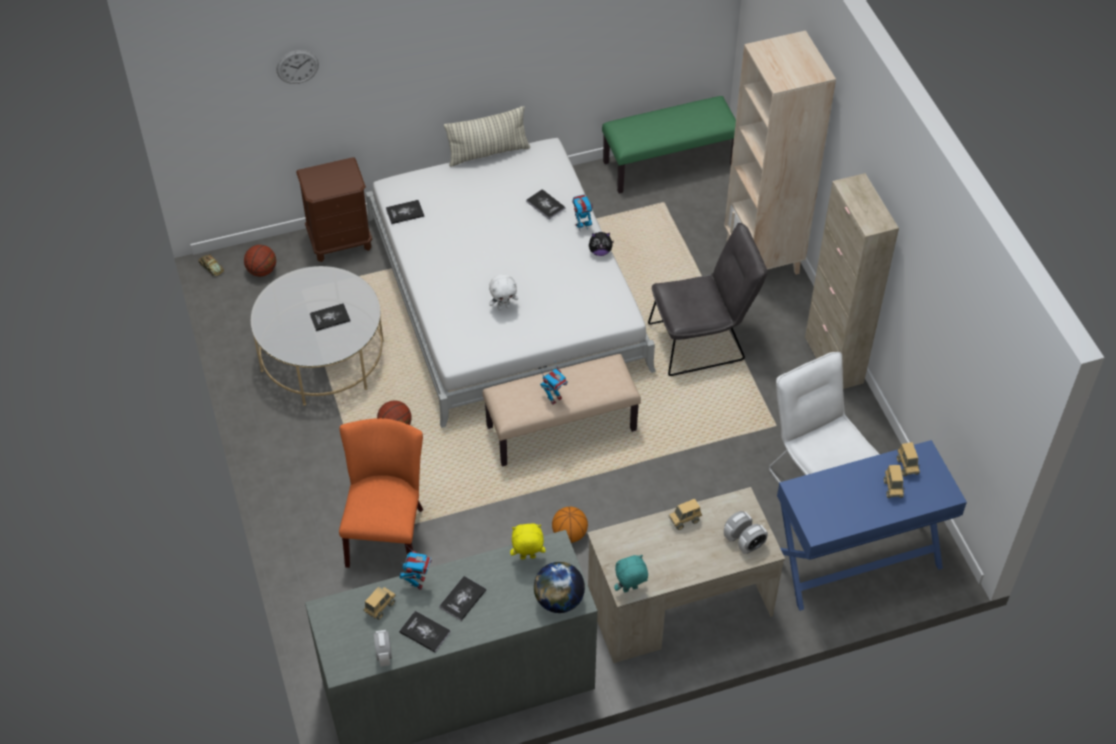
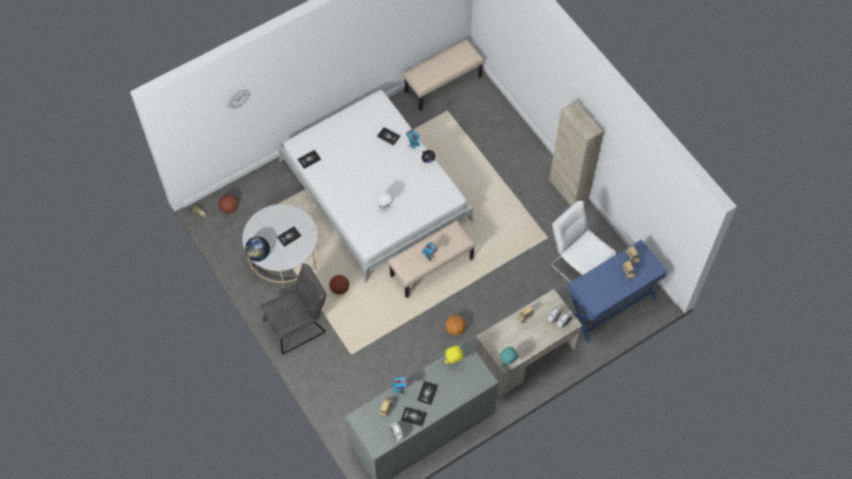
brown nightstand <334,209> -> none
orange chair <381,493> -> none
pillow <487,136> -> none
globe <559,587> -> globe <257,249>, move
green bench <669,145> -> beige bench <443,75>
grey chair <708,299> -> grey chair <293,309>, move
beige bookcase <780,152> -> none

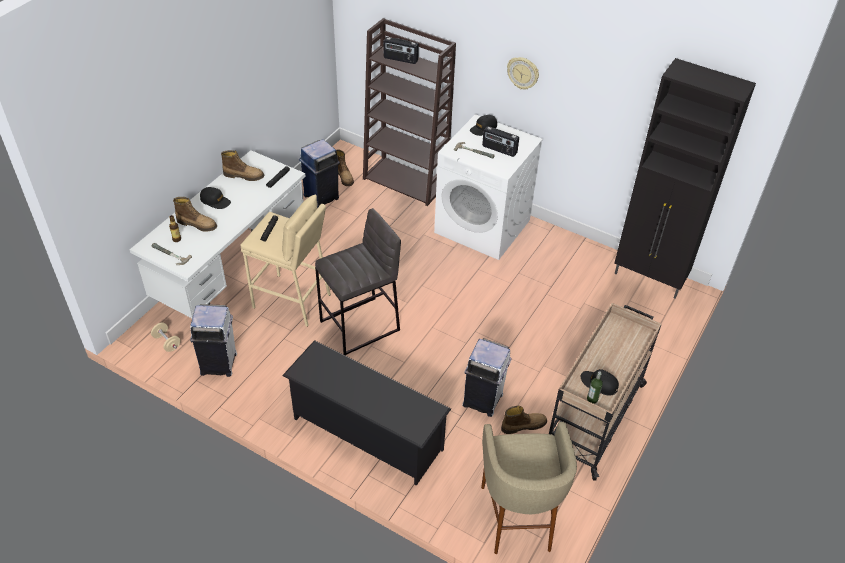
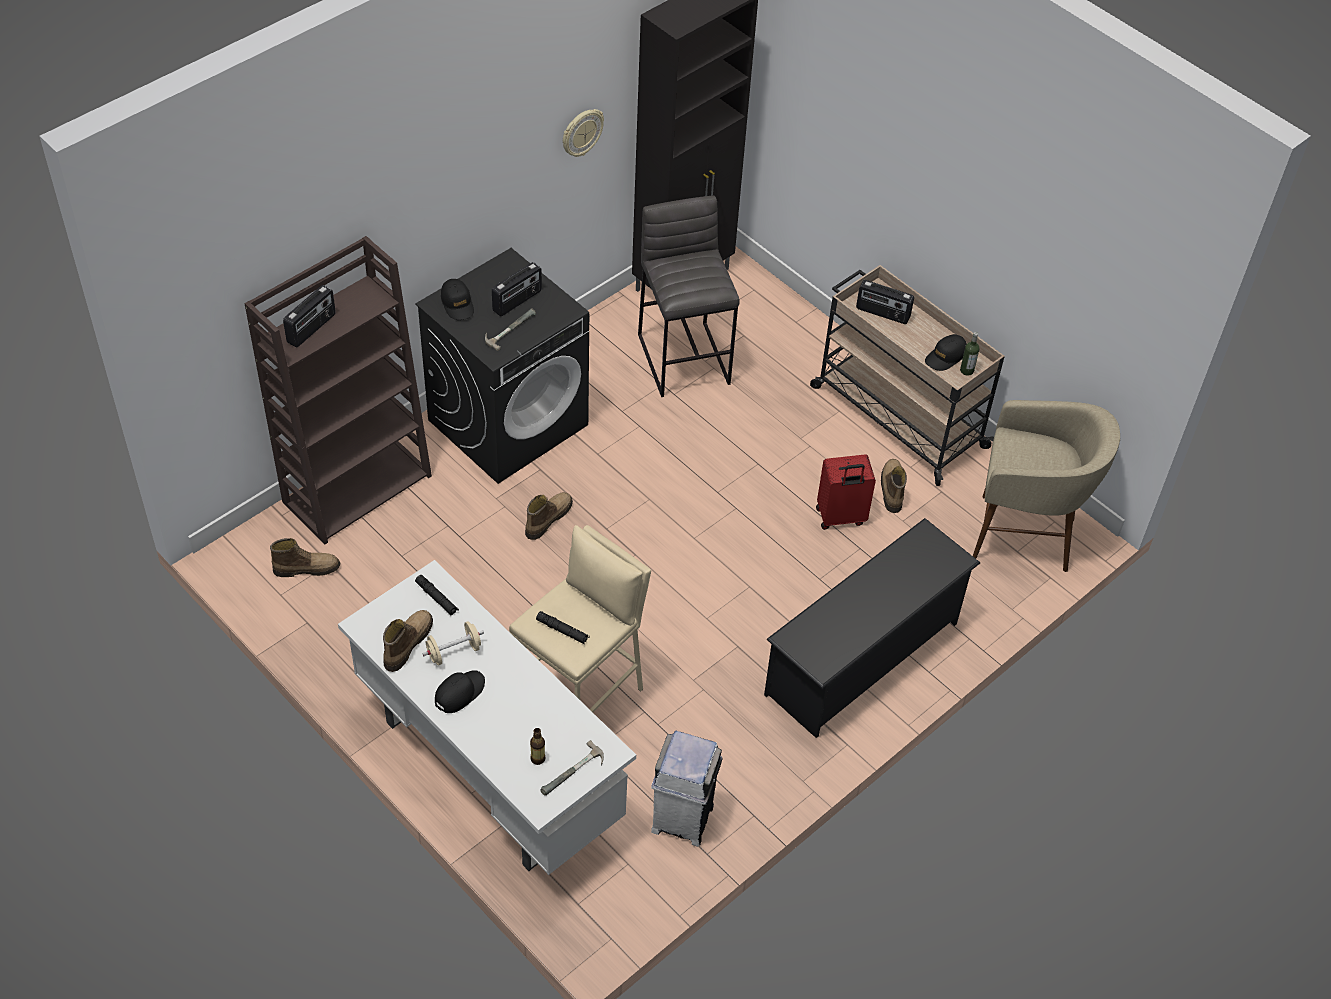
beige dumbbell <166,337> -> beige dumbbell <453,643>, move
boot <195,214> -> boot <549,516>, move
blue trash can <319,173> -> none
grey stool <358,281> -> grey stool <689,296>, move
white washing machine <488,187> -> black washing machine <502,366>
white trash can <487,377> -> red suitcase <846,492>
wall clock <523,73> -> wall clock <583,133>, move
none -> radio <885,302>

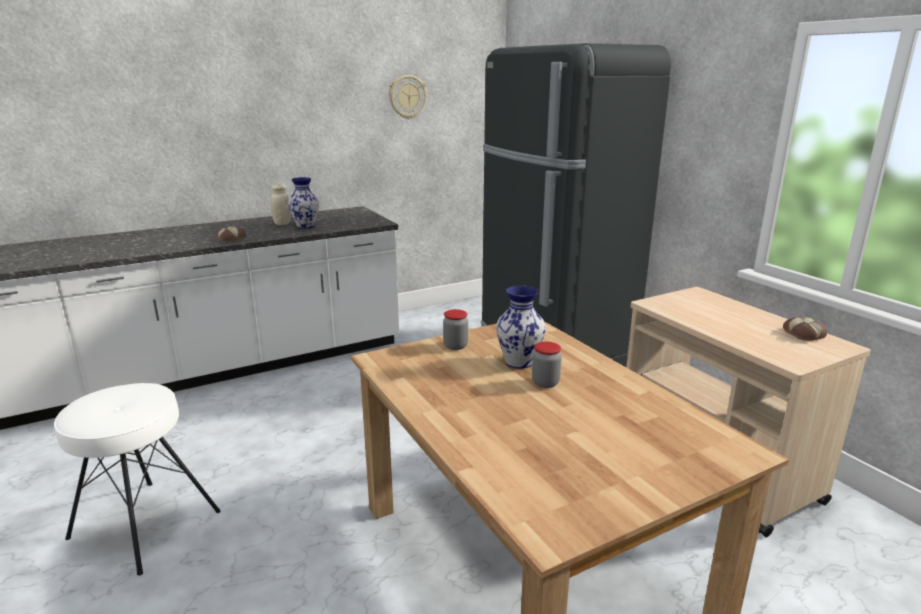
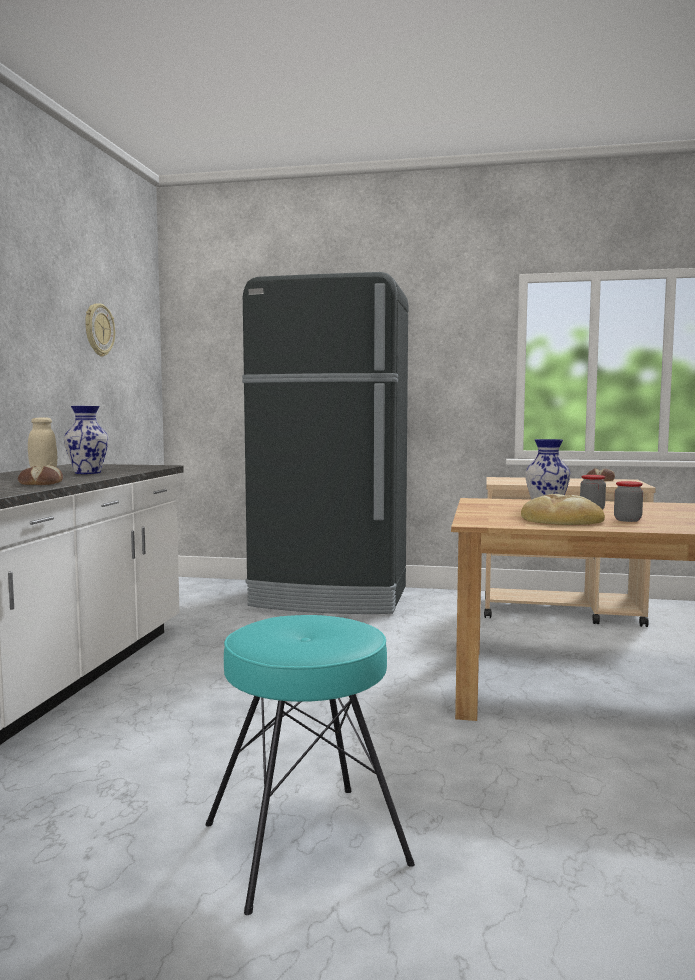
white stool <137,479> -> turquoise stool <310,765>
jar <455,329> -> jar <628,501>, move
none -> bread <563,509>

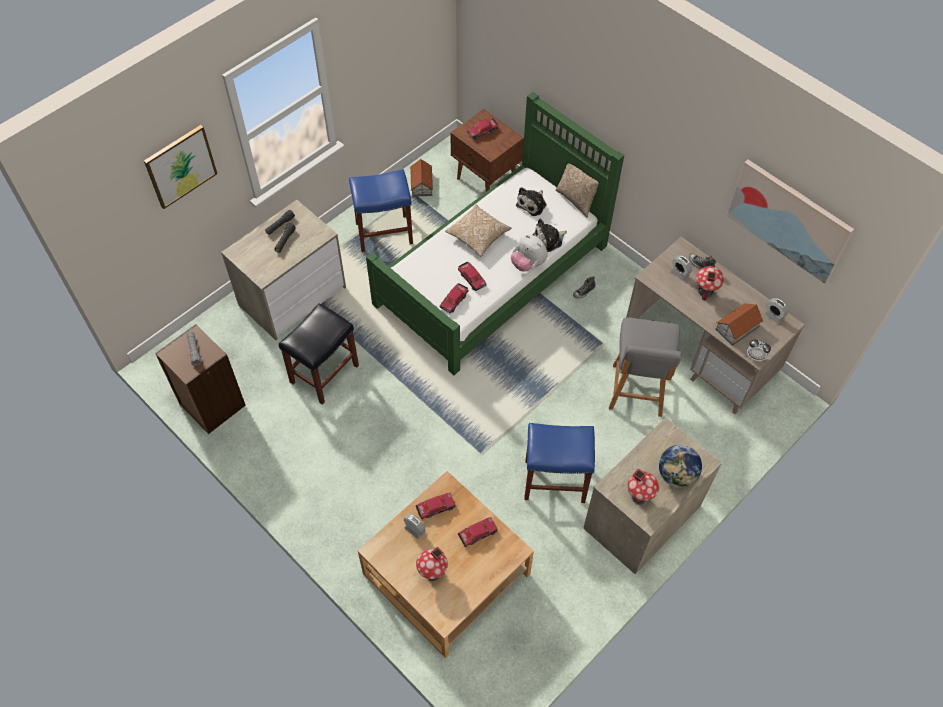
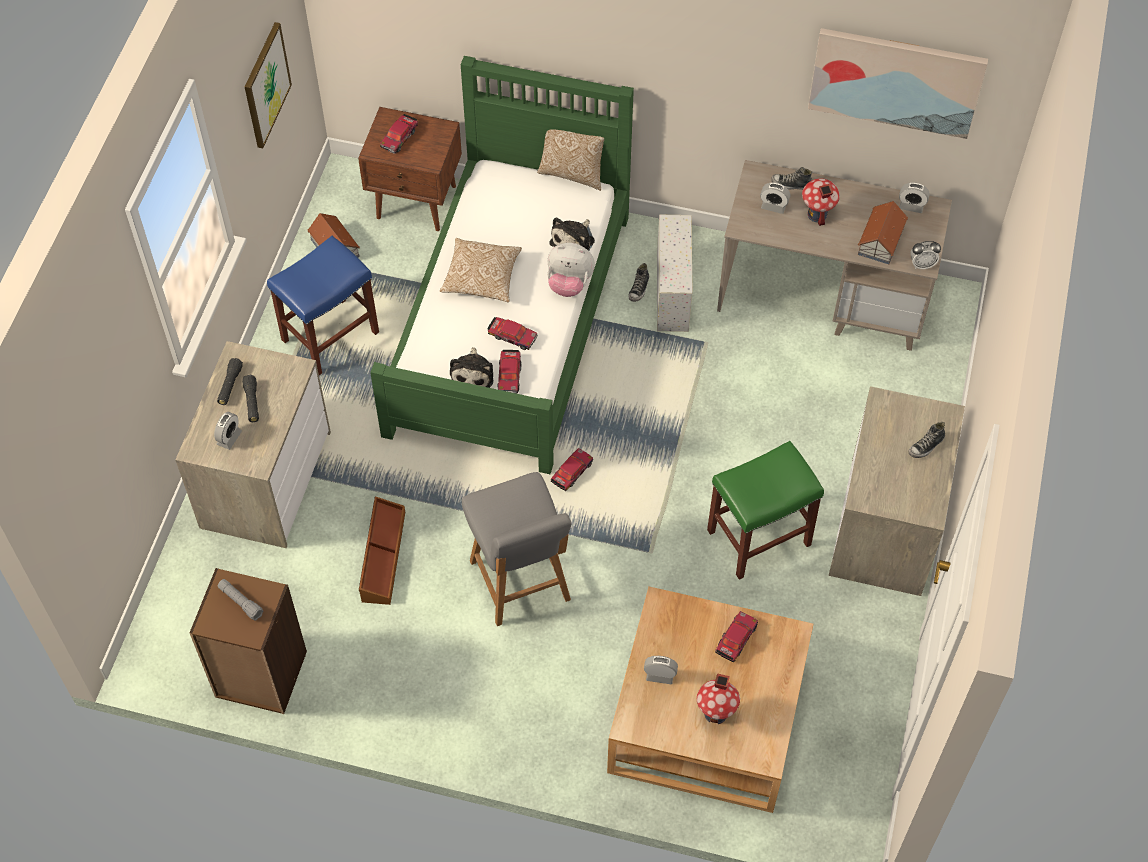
picture <180,167> -> picture <268,85>, move
black stool <319,354> -> brown storage box <382,550>
toy car <436,506> -> toy car <572,469>, move
plush toy <531,201> -> plush toy <471,367>, move
blue stool <560,463> -> green stool <765,510>
grey chair <645,367> -> grey chair <517,549>, move
toy house <643,486> -> none
globe <680,466> -> shoe <926,440>
none -> alarm clock <228,431>
none -> white storage box <674,273>

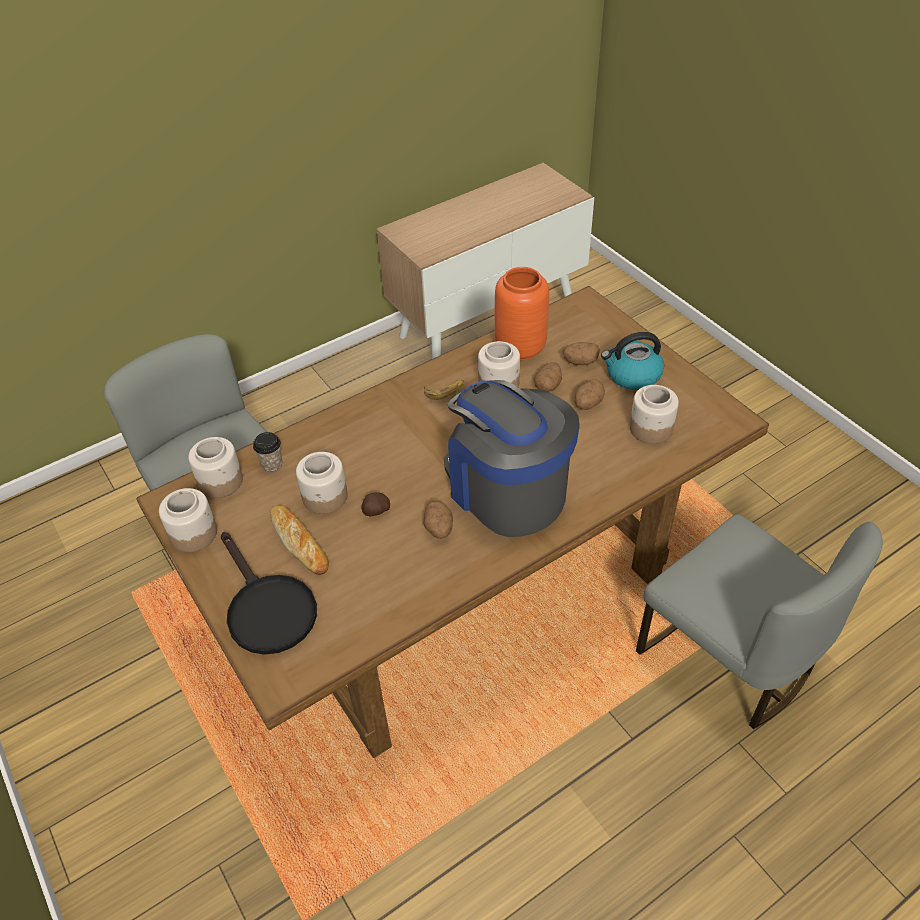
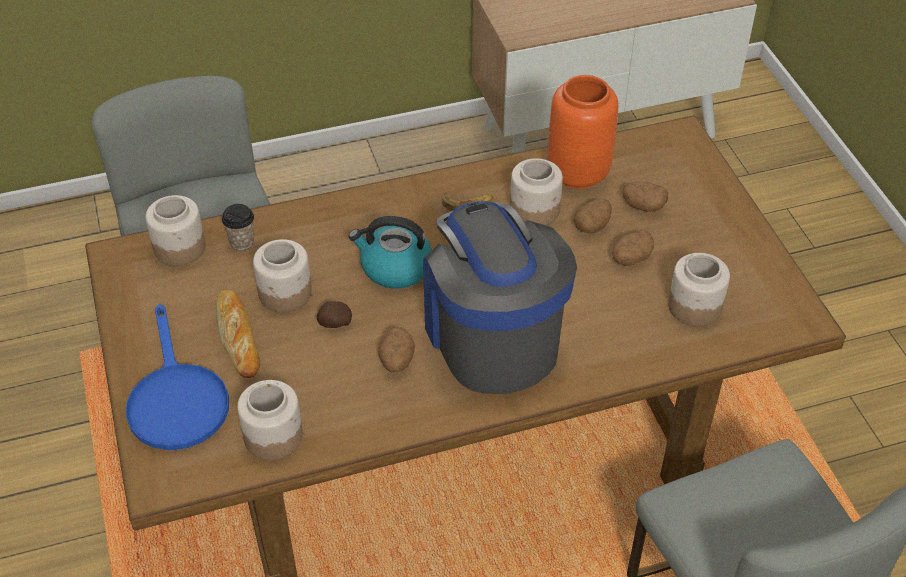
jar <188,520> -> jar <270,420>, move
black frying pan <269,593> -> blue frying pan <177,377>
kettle <632,361> -> kettle <390,252>, move

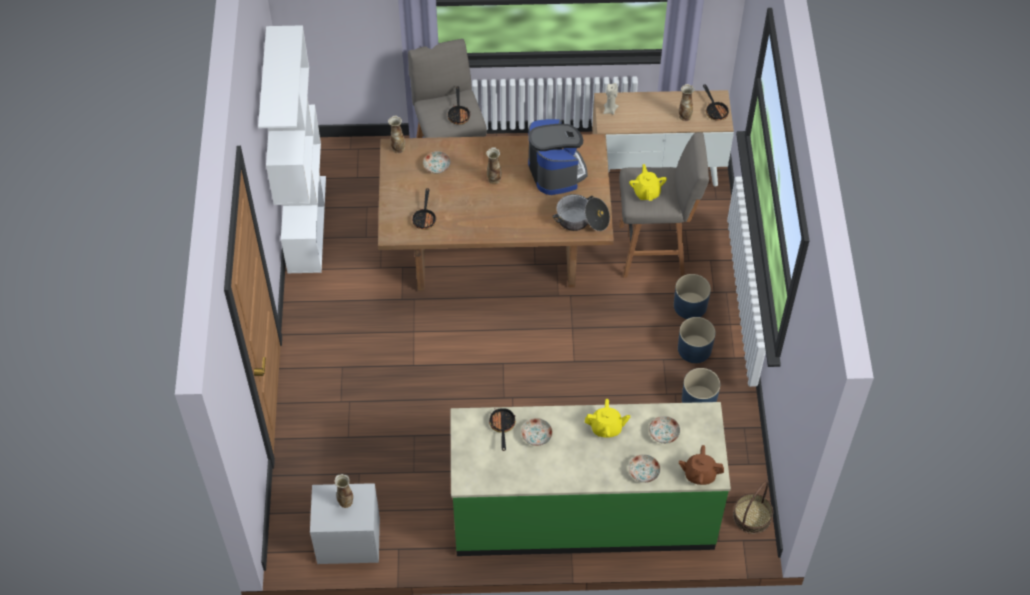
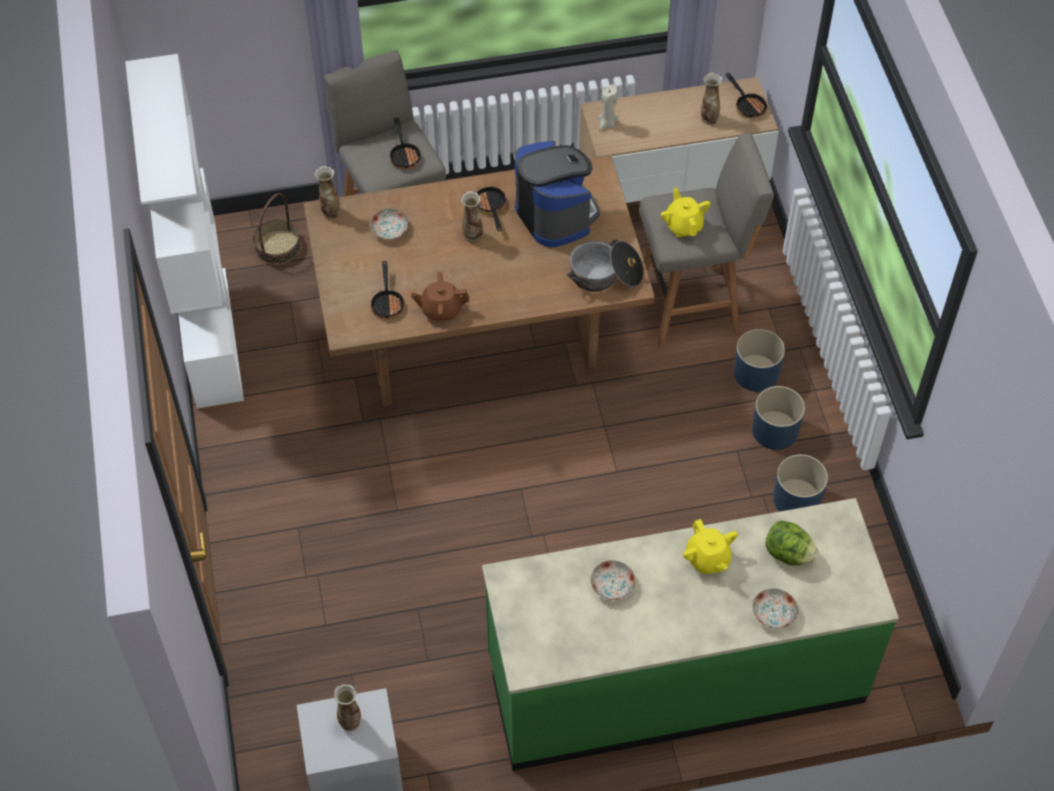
frying pan <502,429> -> frying pan <492,208>, move
yellow teapot <607,418> -> yellow teapot <710,546>, 75 degrees clockwise
plate <664,430> -> lettuce <792,543>
brown teapot <701,465> -> brown teapot <440,296>, move
basket <753,507> -> basket <277,229>, move

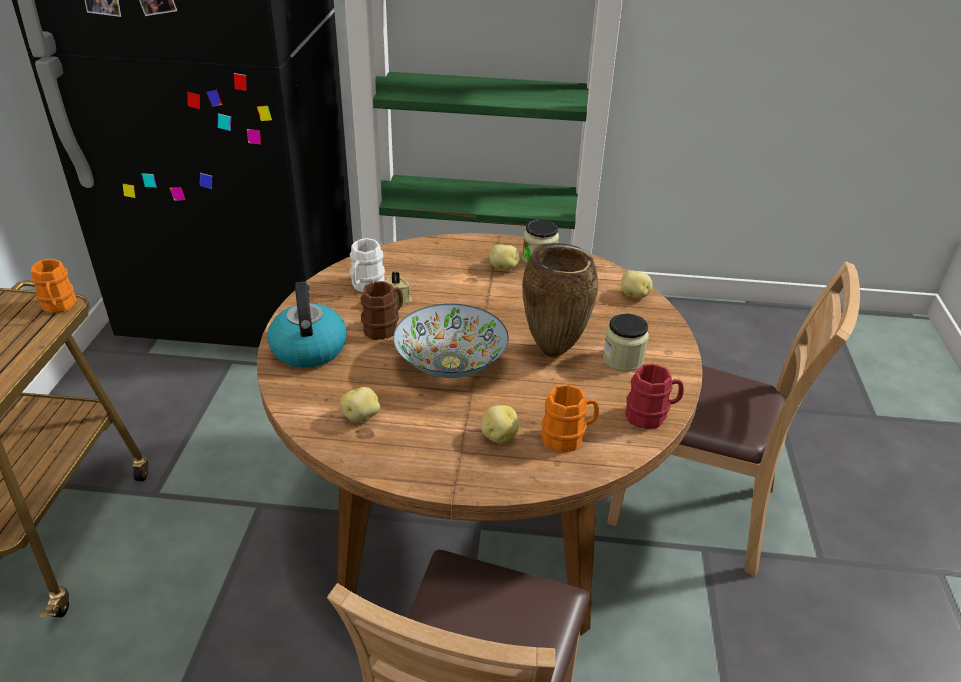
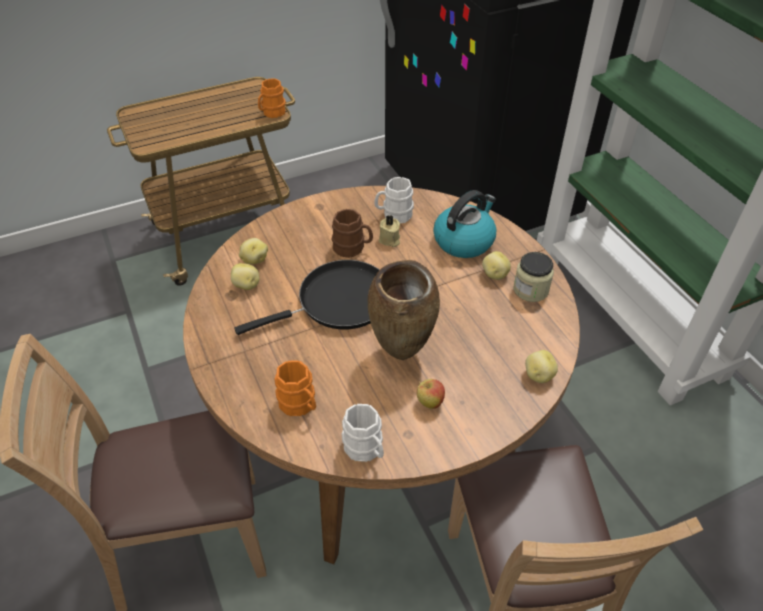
kettle <307,324> -> kettle <464,224>, move
bowl <451,341> -> black frying pan <307,297>
potato <500,424> -> potato <253,251>, move
jar <626,343> -> apple <431,394>
red mug <655,396> -> white mug <363,433>

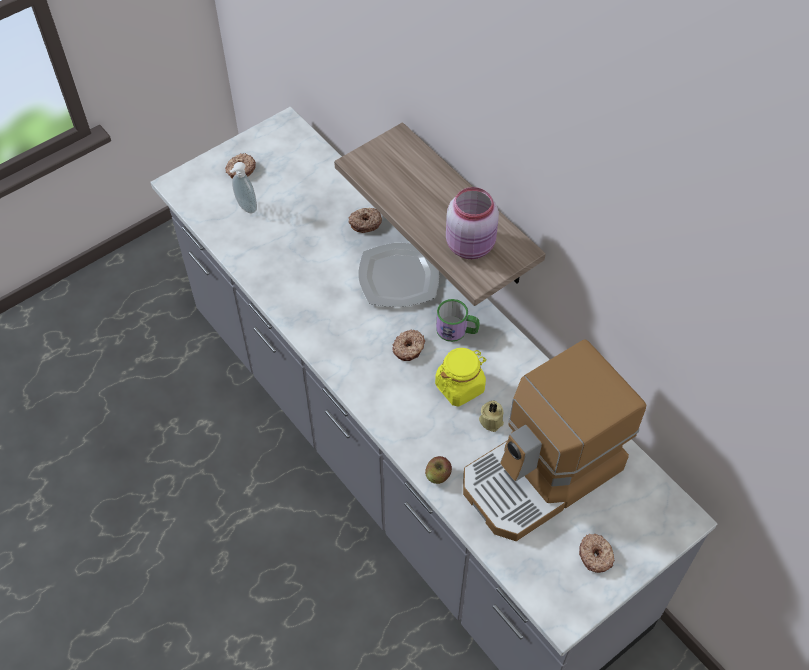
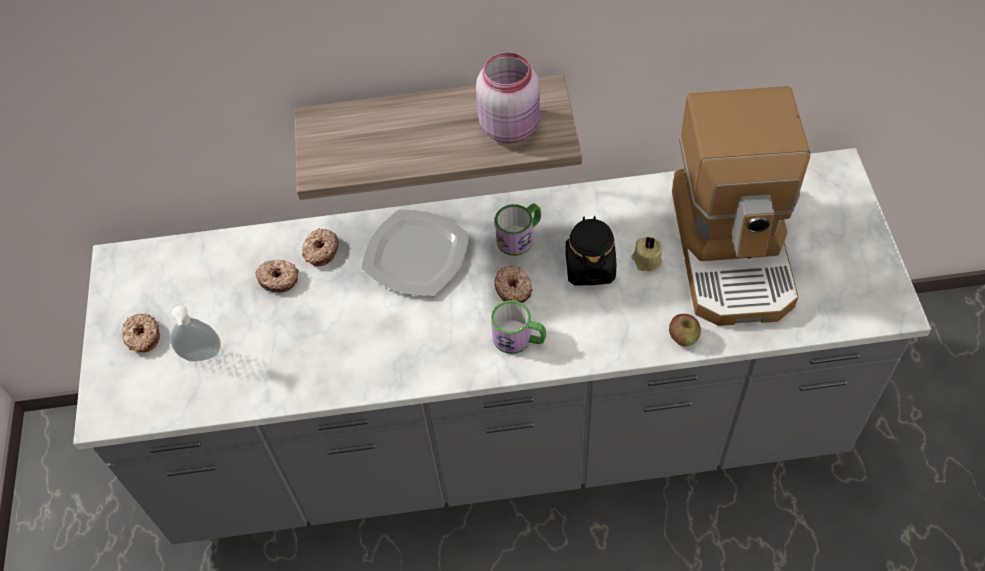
yellow jar <460,377> -> black jar <590,251>
donut <597,553> -> donut <276,276>, move
none -> mug <518,327>

